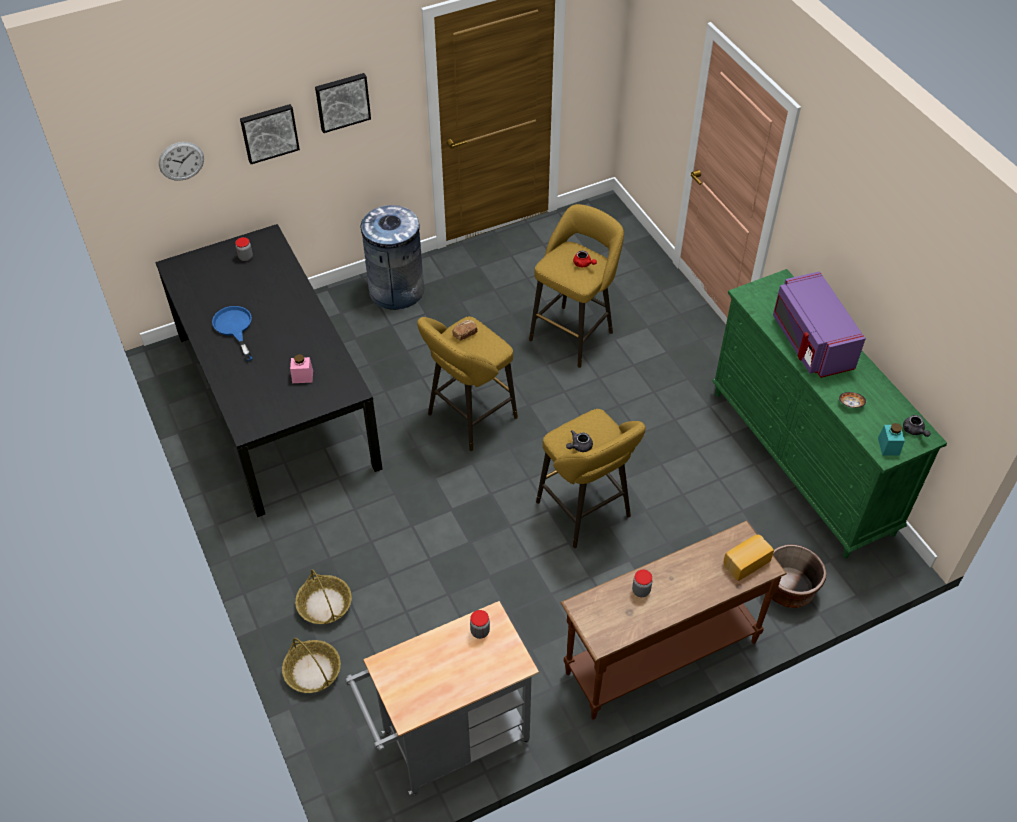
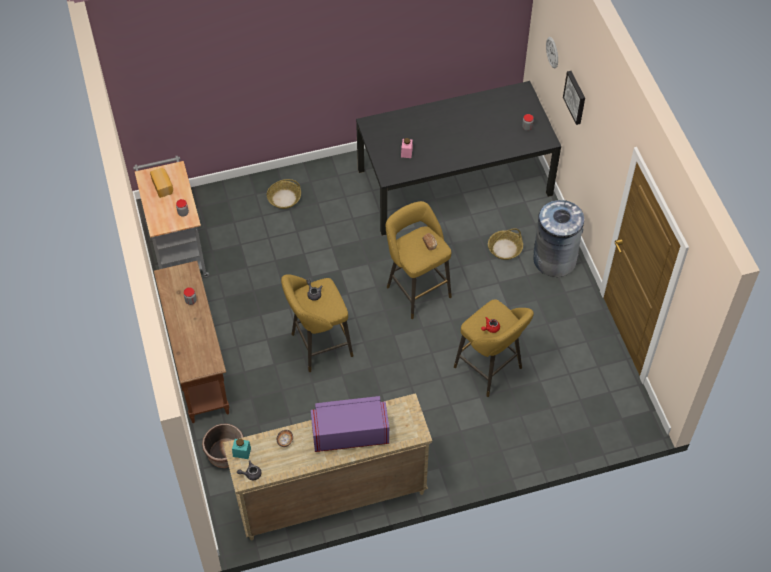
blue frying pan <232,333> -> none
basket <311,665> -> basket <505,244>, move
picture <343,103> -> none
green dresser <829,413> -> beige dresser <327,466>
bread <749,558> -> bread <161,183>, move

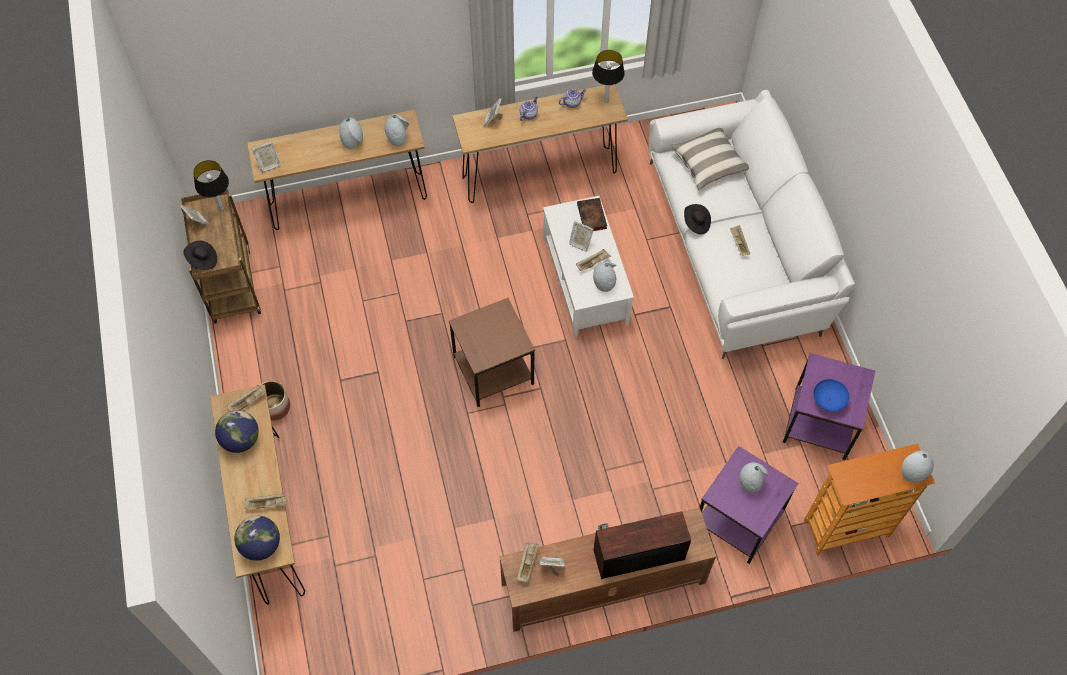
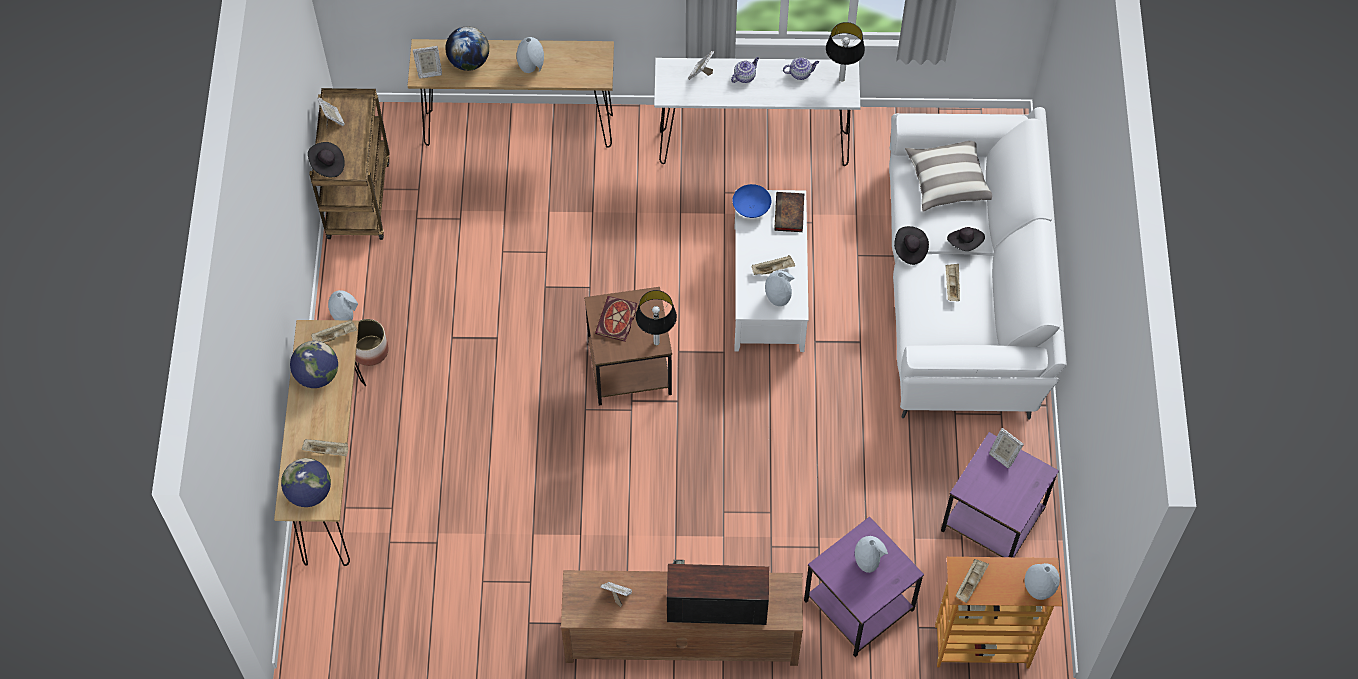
table lamp <211,185> -> table lamp <656,318>, move
grey vase <396,130> -> grey vase <343,305>, move
brown console table <540,143> -> white console table <757,112>
beige tray <528,562> -> beige tray <972,581>, move
picture frame <581,236> -> picture frame <1006,448>, move
blue bowl <831,395> -> blue bowl <752,201>, move
none -> globe <467,49>
none -> book <616,319>
none -> black hat <966,239>

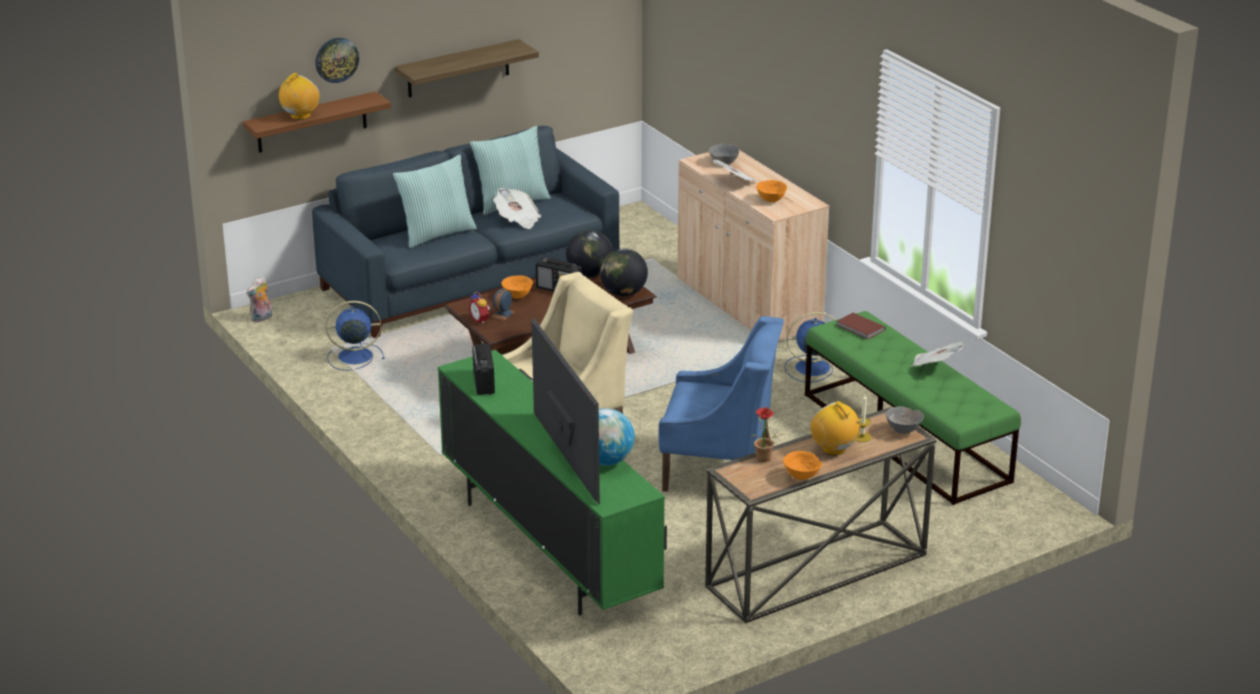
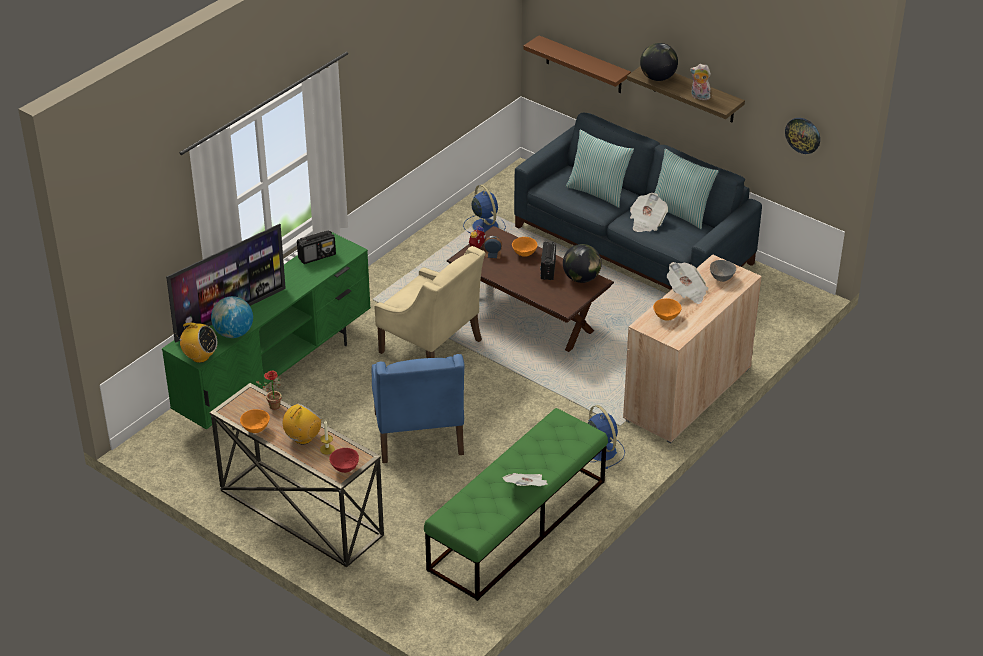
plush toy <259,299> -> plush toy <700,82>, move
radio <299,96> -> radio <196,343>, move
wall clock <337,60> -> wall clock <802,136>, move
globe <624,272> -> globe <659,62>, move
brown book <861,326> -> none
grey bowl <905,420> -> red bowl <344,460>

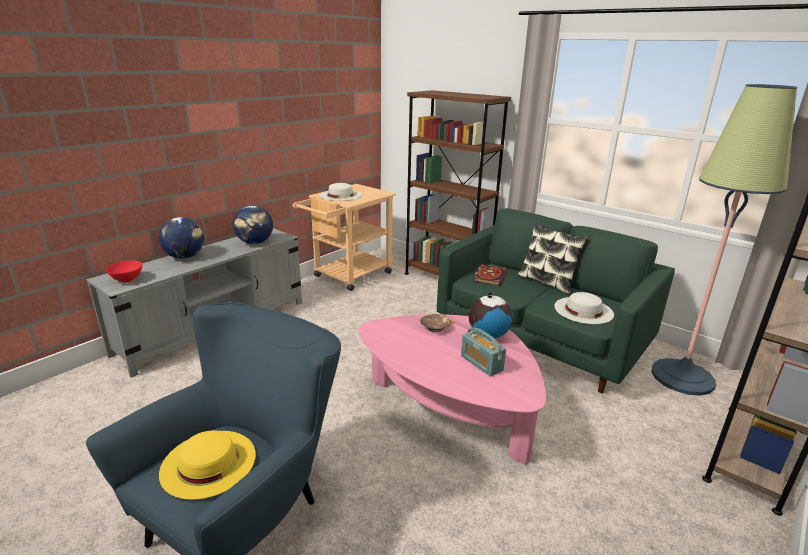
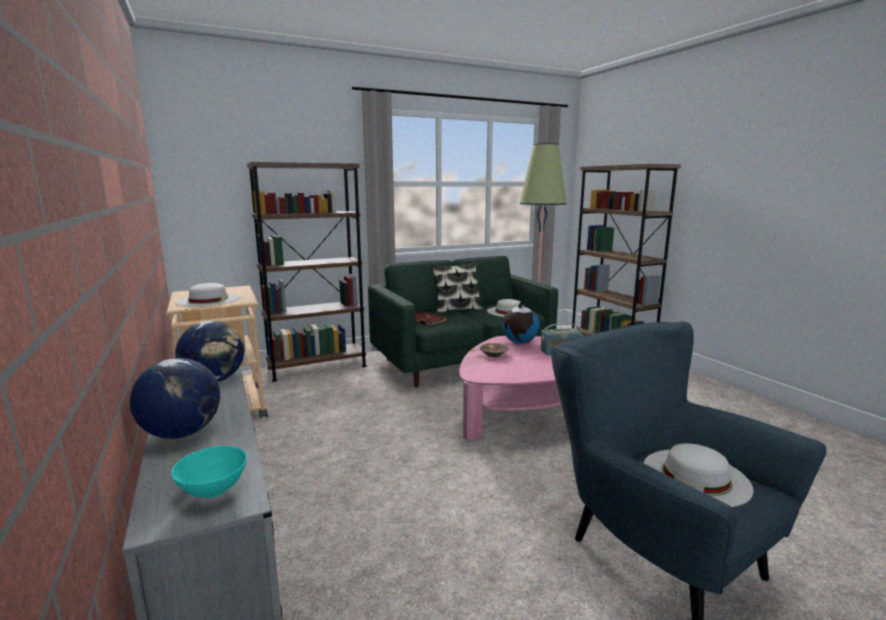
red bowl <124,272> -> turquoise bowl <209,472>
yellow hat <207,465> -> white hat <698,475>

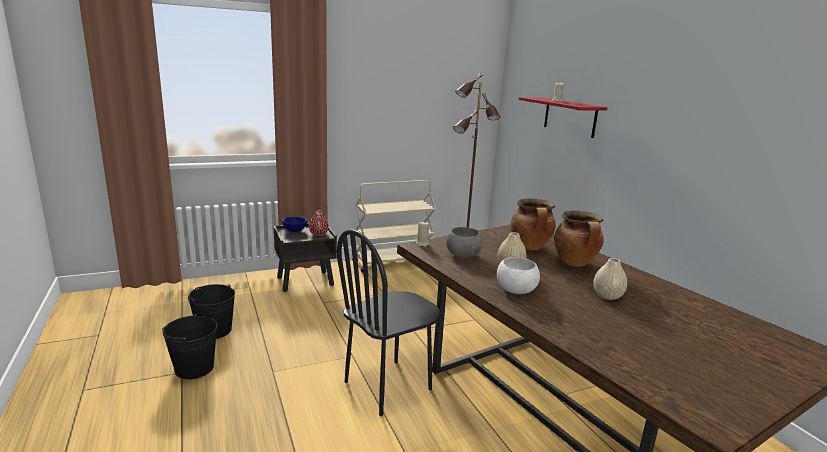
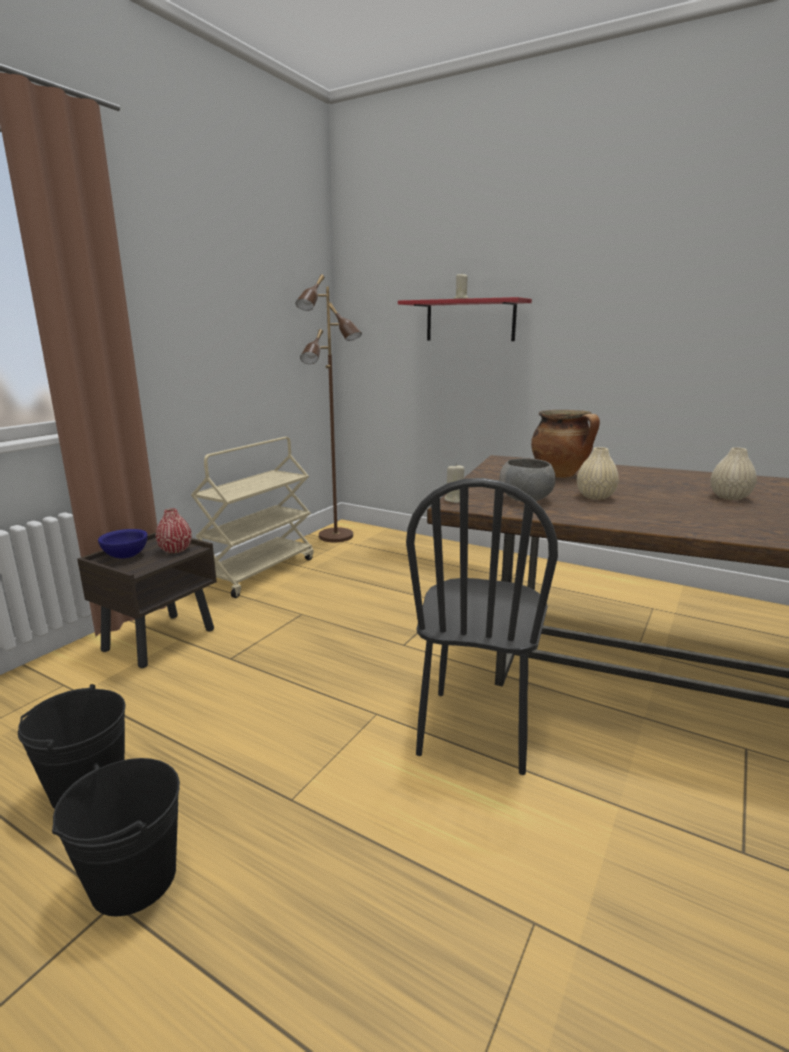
white bowl <518,275> -> none
cooking pot <578,239> -> none

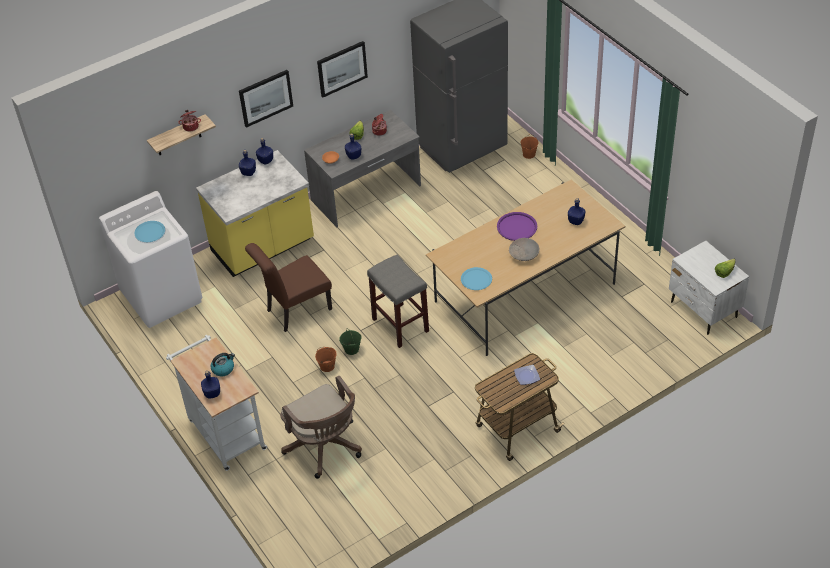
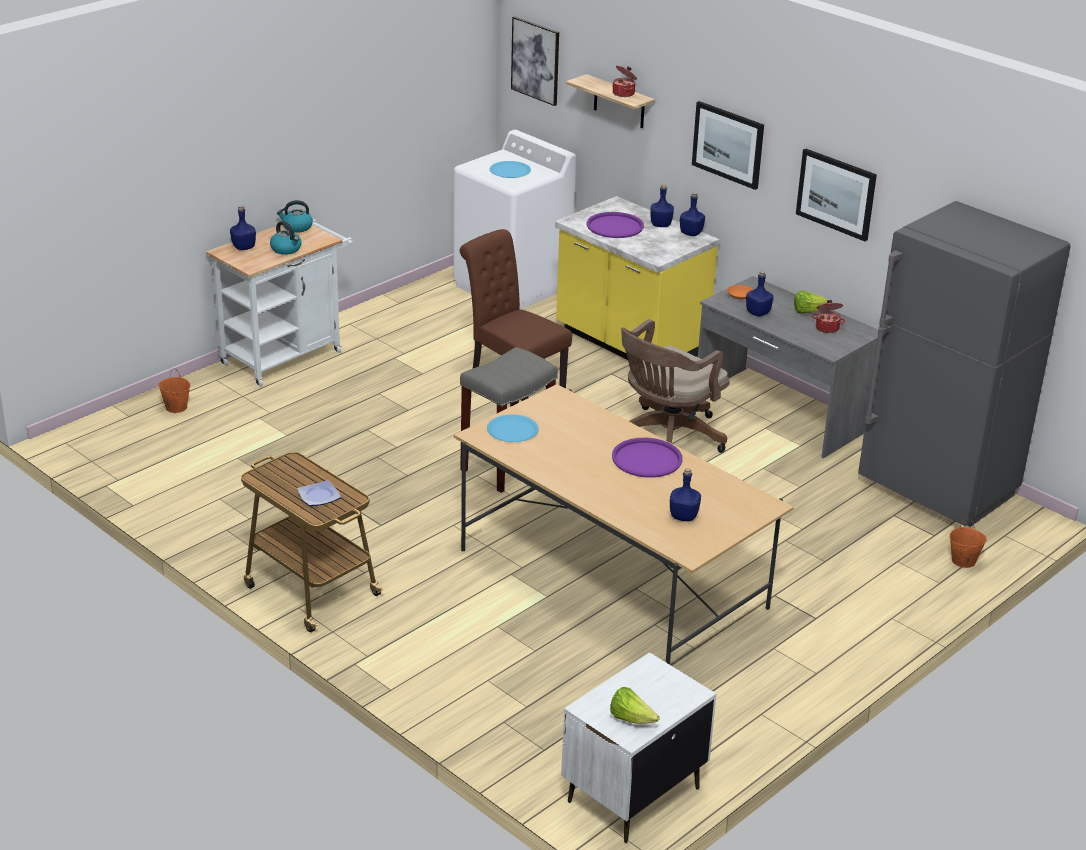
brown office chair <321,427> -> brown office chair <675,386>, move
orange bucket <326,359> -> orange bucket <174,391>, move
green bucket <350,342> -> none
beige bowl <524,249> -> none
none -> kettle <295,216>
none -> picture <535,61>
none -> purple tray <615,225>

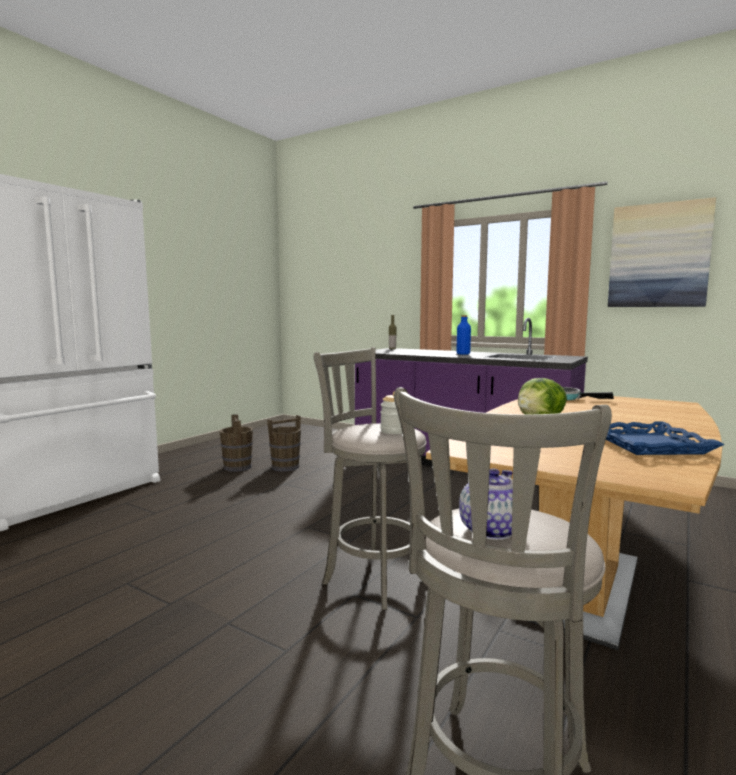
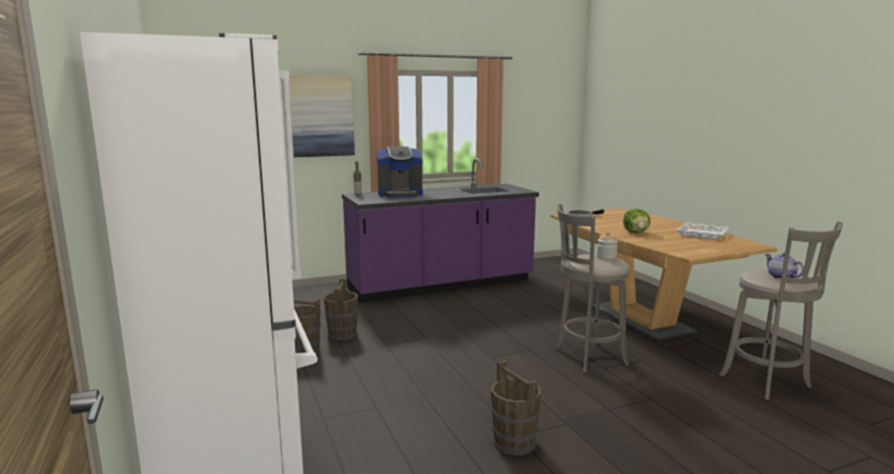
blue bottle <463,335> -> none
blue tray <665,438> -> white tray <702,230>
picture <662,252> -> picture <322,116>, move
none -> coffee machine <400,172>
none -> brown bucket <516,408>

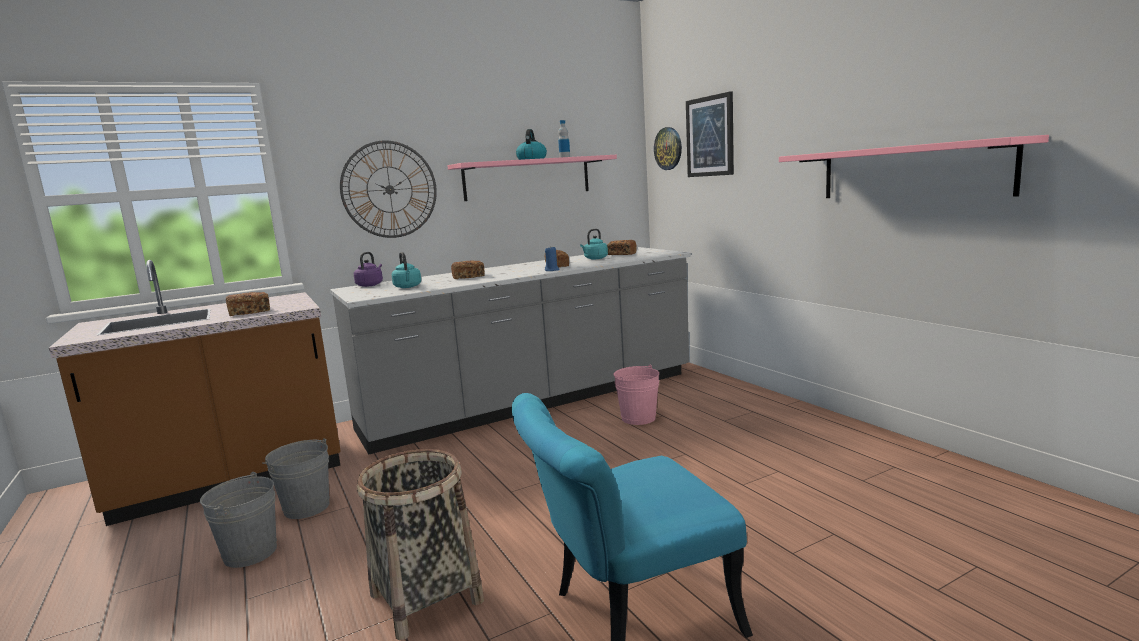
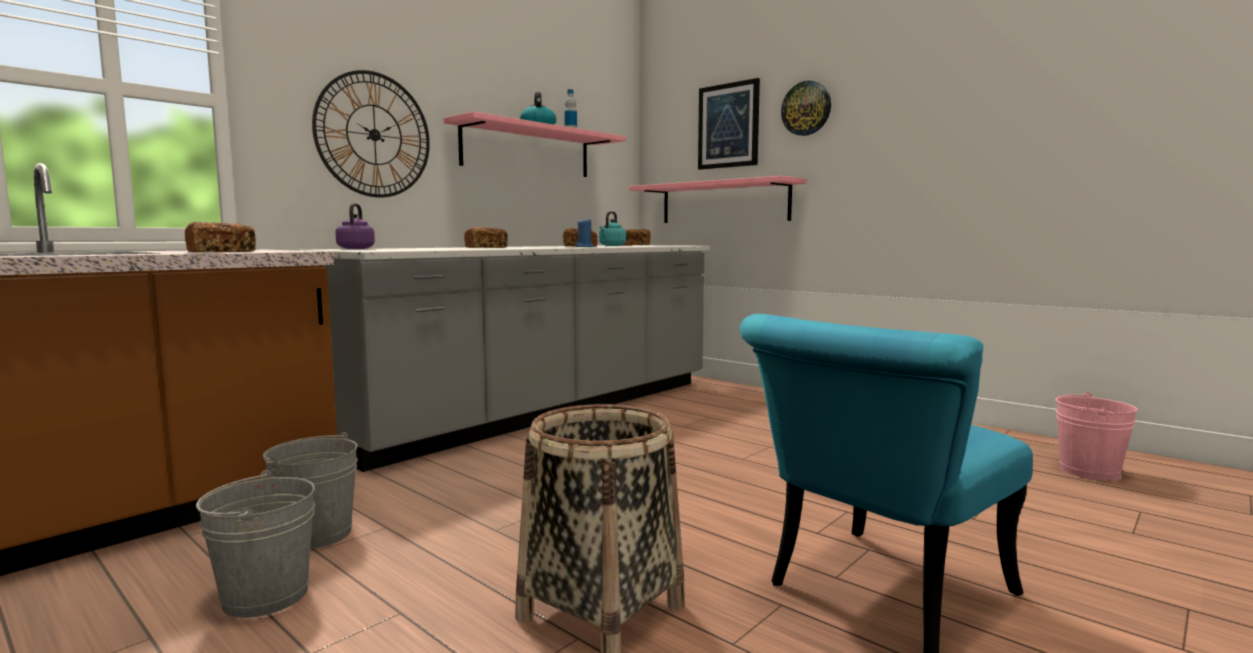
turquoise kettle <406,270> -> none
pink bucket <636,394> -> pink bucket <1096,436>, move
wall clock <668,148> -> wall clock <806,108>, move
pink shelf <914,166> -> pink shelf <717,199>, move

